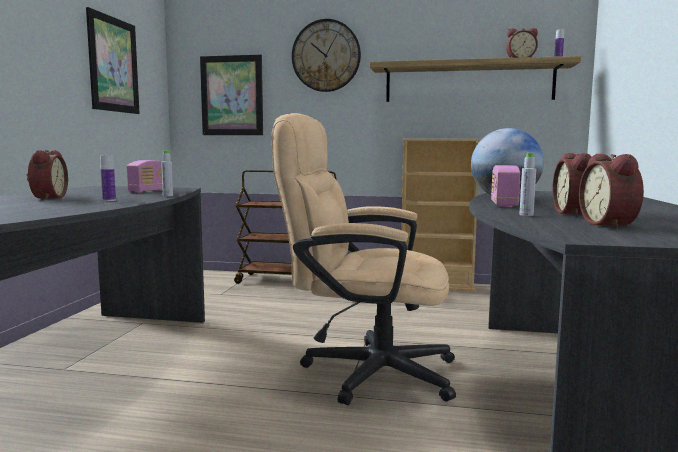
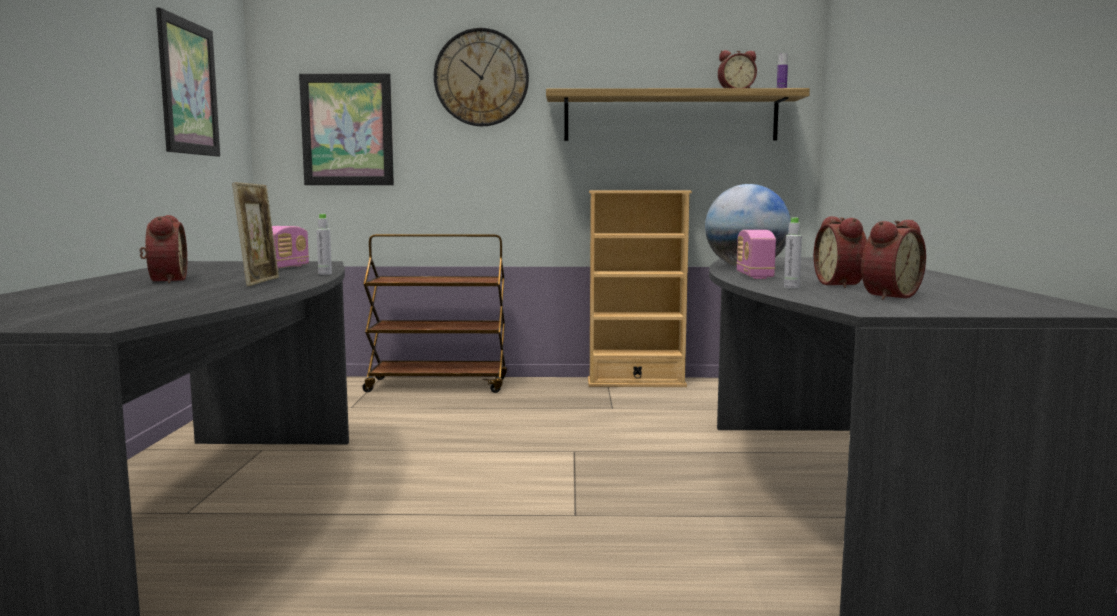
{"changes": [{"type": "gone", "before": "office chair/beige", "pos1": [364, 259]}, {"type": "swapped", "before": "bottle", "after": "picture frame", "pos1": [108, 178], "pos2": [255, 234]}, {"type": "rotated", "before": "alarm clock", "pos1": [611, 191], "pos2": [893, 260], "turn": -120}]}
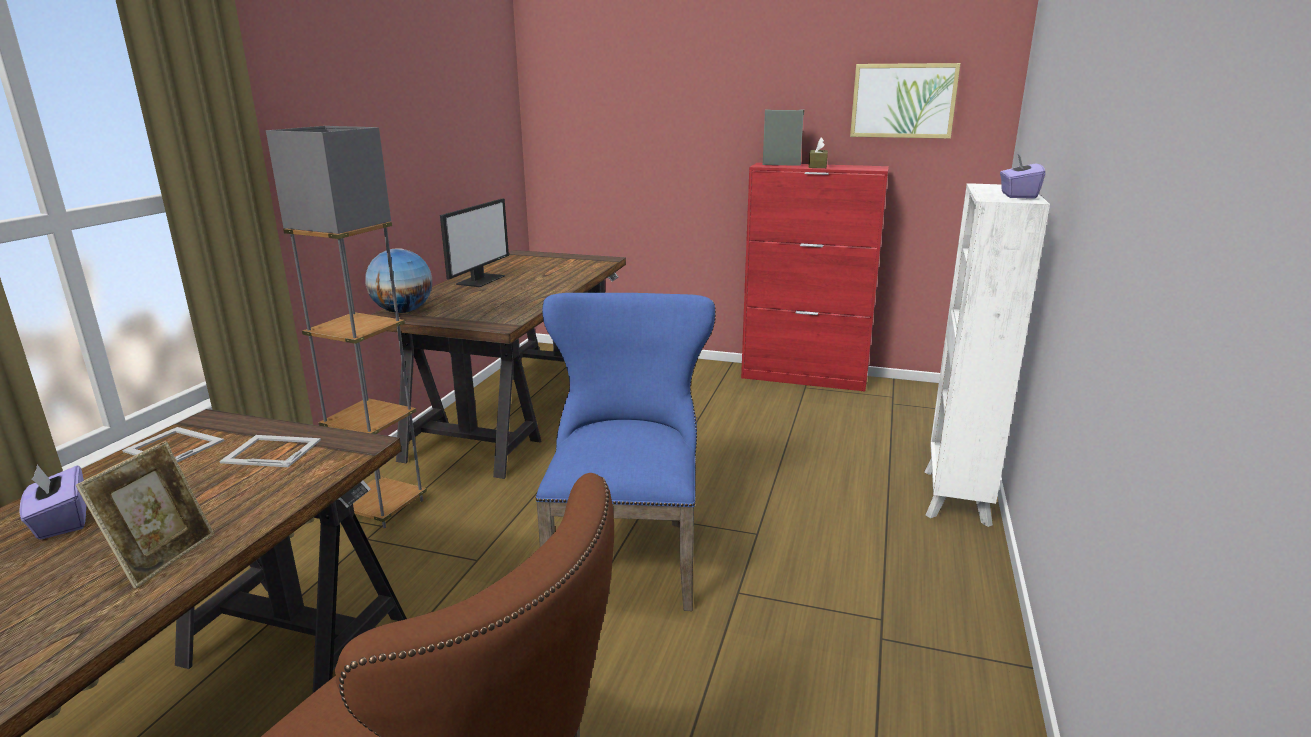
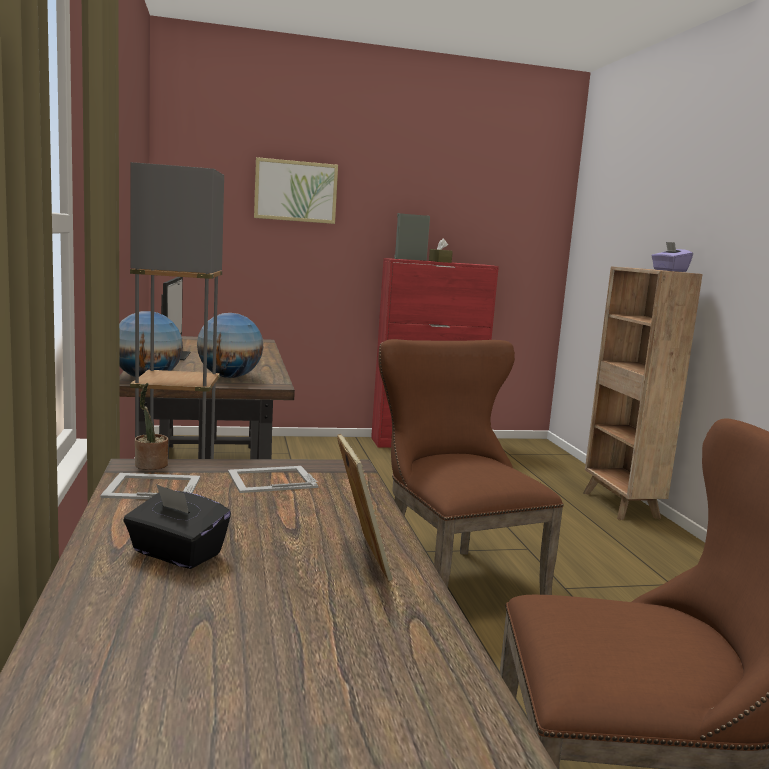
{"changes": [{"type": "new", "after": "potted plant", "pos2": [151, 426]}, {"type": "new", "after": "globe", "pos2": [230, 345]}, {"type": "shifted", "before": "picture", "pos1": [905, 101], "pos2": [296, 190]}, {"type": "repainted", "before": "tissue box/purple", "after": "tissue box/black", "pos1": [52, 502], "pos2": [177, 526]}, {"type": "repainted", "before": "chair/blue", "after": "chair/brown", "pos1": [626, 452], "pos2": [470, 467]}, {"type": "repainted", "before": "bookcase/white", "after": "bookcase/brown", "pos1": [987, 355], "pos2": [643, 393]}]}
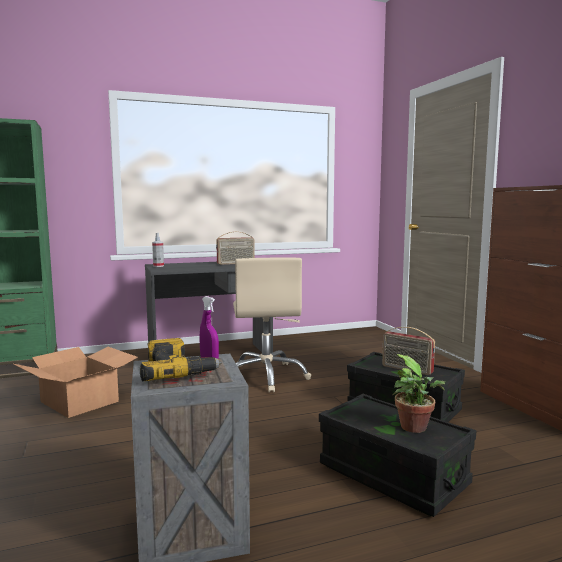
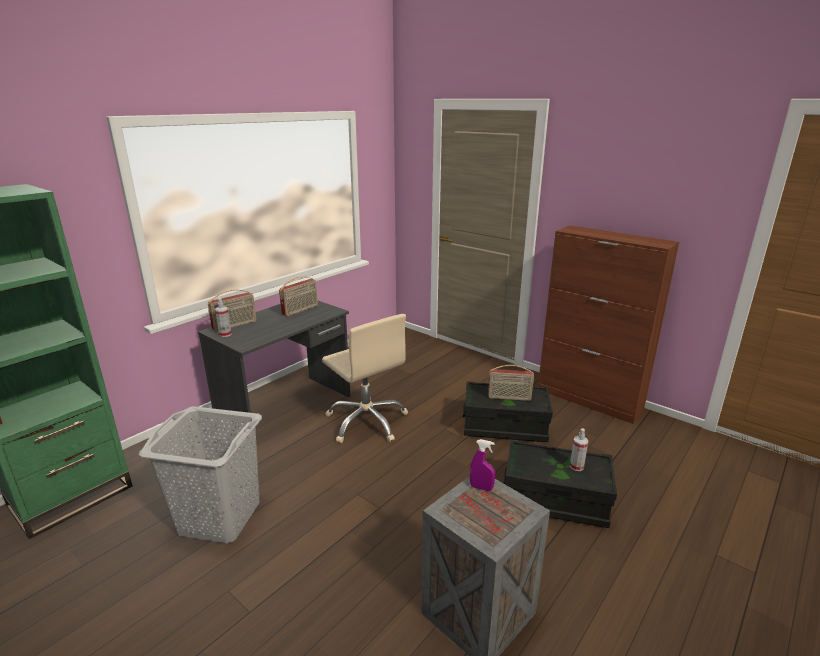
{"changes": [{"type": "gone", "before": "power drill", "pos1": [181, 359]}, {"type": "new", "after": "radio", "pos2": [232, 311]}, {"type": "swapped", "before": "cardboard box", "after": "laundry basket/grey", "pos1": [76, 382], "pos2": [200, 474]}, {"type": "swapped", "before": "potted plant", "after": "spray bottle", "pos1": [418, 393], "pos2": [579, 449]}]}
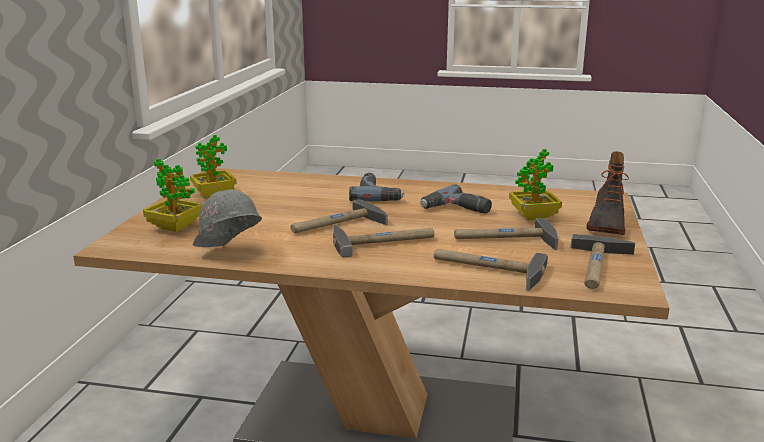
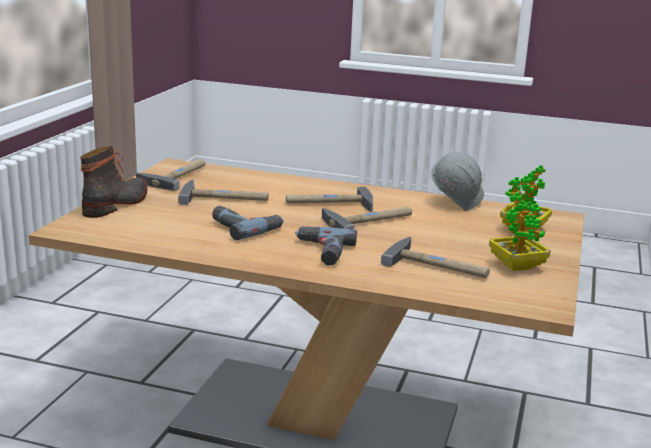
{"changes": [{"type": "gone", "before": "potted plant", "pos1": [535, 184]}, {"type": "shifted", "before": "hammer", "pos1": [491, 270], "pos2": [435, 257]}]}
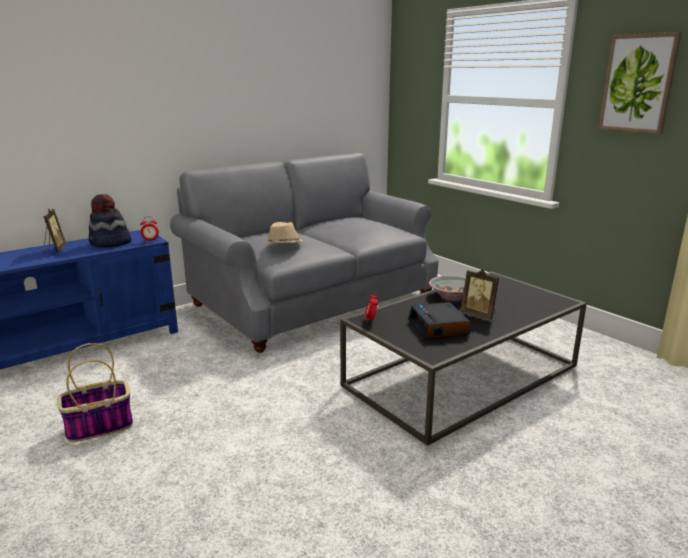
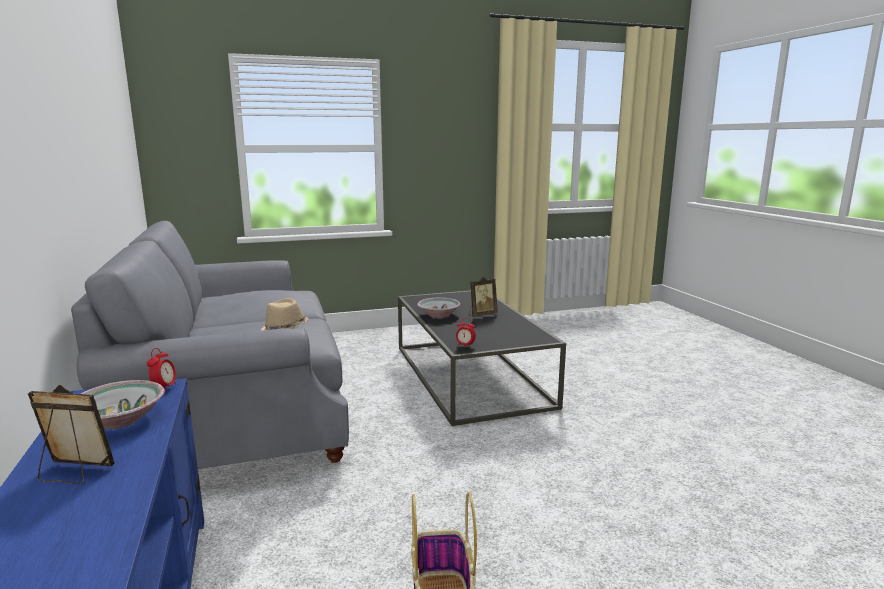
{"changes": [{"type": "gone", "before": "alarm clock", "pos1": [439, 321]}, {"type": "gone", "before": "picture", "pos1": [640, 83]}, {"type": "swapped", "before": "hat", "after": "bowl", "pos1": [110, 221], "pos2": [123, 404]}]}
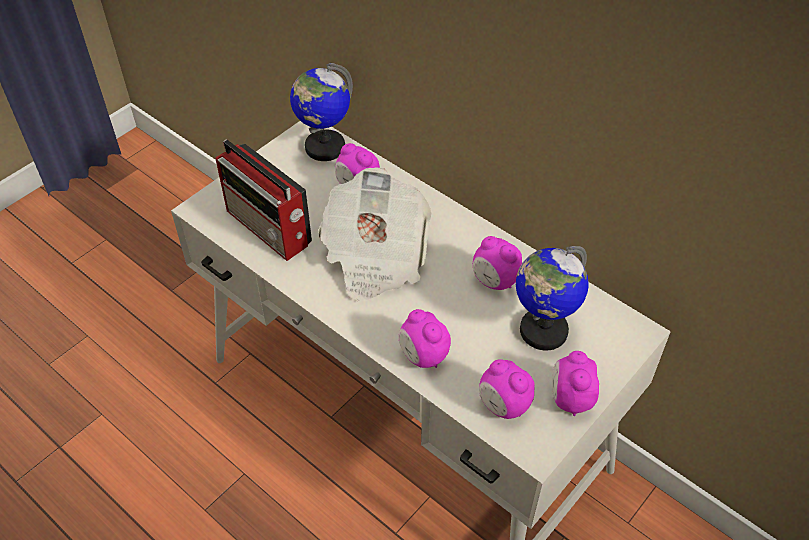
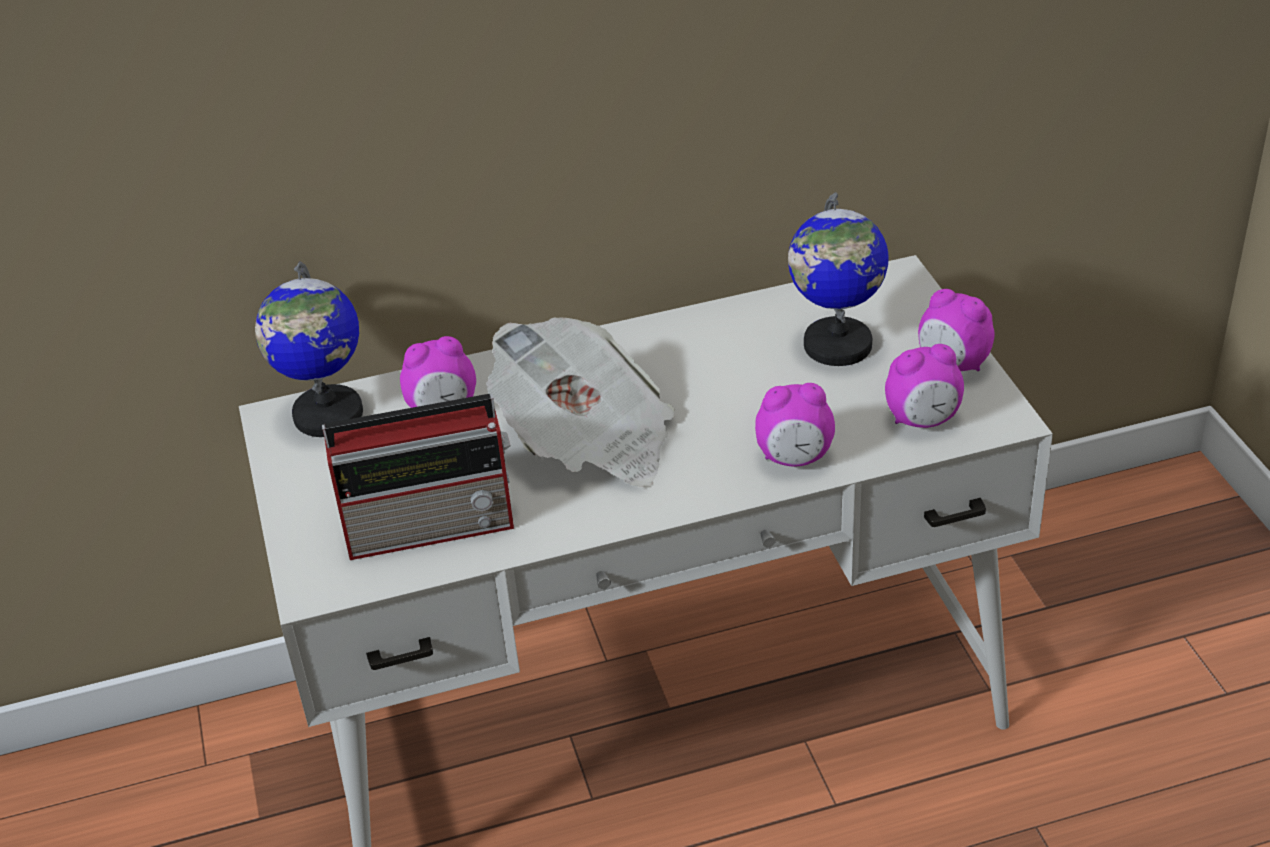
{"changes": [{"type": "gone", "before": "alarm clock", "pos1": [497, 263]}]}
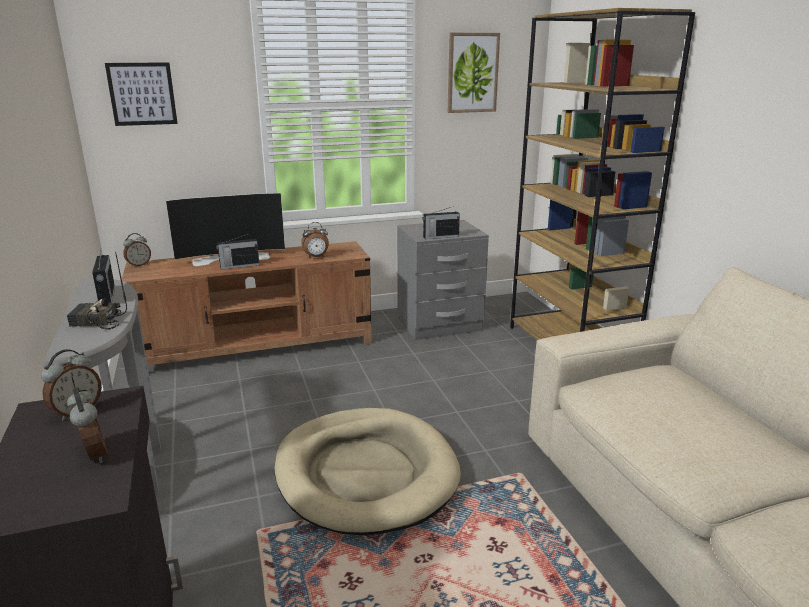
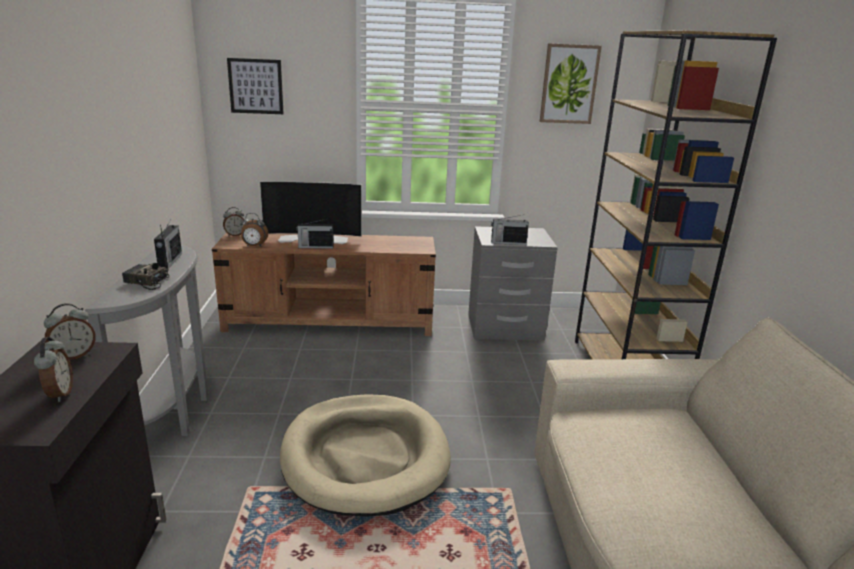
{"changes": [{"type": "shifted", "before": "alarm clock", "pos1": [315, 240], "pos2": [254, 230]}]}
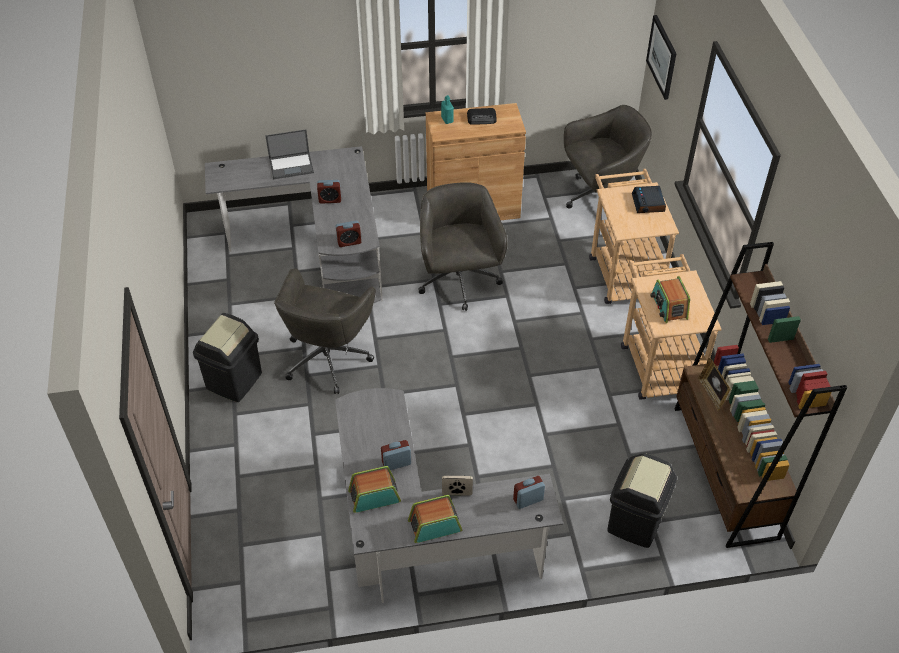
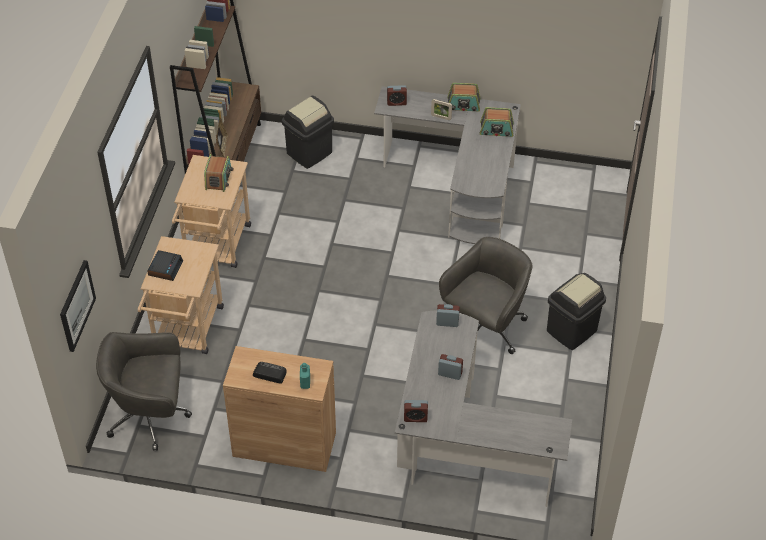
{"changes": [{"type": "gone", "before": "laptop", "pos1": [289, 154]}, {"type": "gone", "before": "office chair/grey", "pos1": [463, 246]}, {"type": "shifted", "before": "alarm clock", "pos1": [396, 455], "pos2": [416, 411]}]}
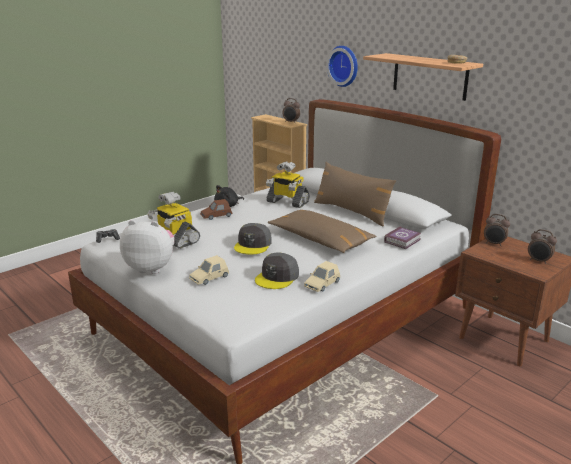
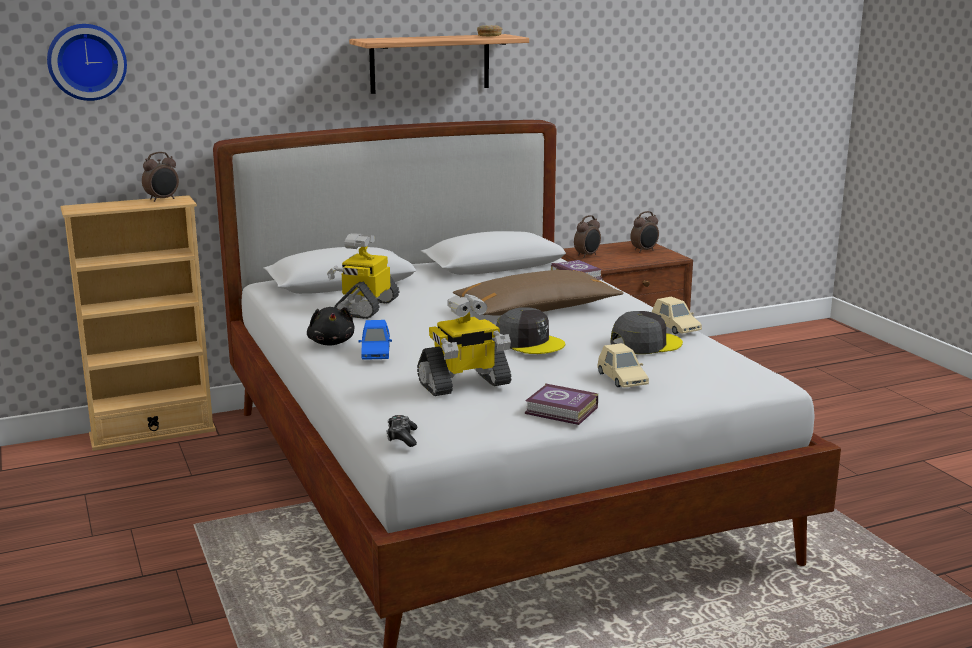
{"changes": [{"type": "gone", "before": "pillow/brown", "pos1": [355, 194]}, {"type": "shifted", "before": "wall clock", "pos1": [342, 66], "pos2": [87, 62]}, {"type": "swapped", "before": "plush toy", "after": "book", "pos1": [147, 247], "pos2": [561, 404]}, {"type": "repainted", "before": "toy car/brown", "after": "toy car/blue", "pos1": [216, 209], "pos2": [375, 340]}, {"type": "rotated", "before": "cap/grey", "pos1": [277, 270], "pos2": [646, 332], "turn": -75}, {"type": "rotated", "before": "toy robot", "pos1": [287, 185], "pos2": [363, 276], "turn": 150}]}
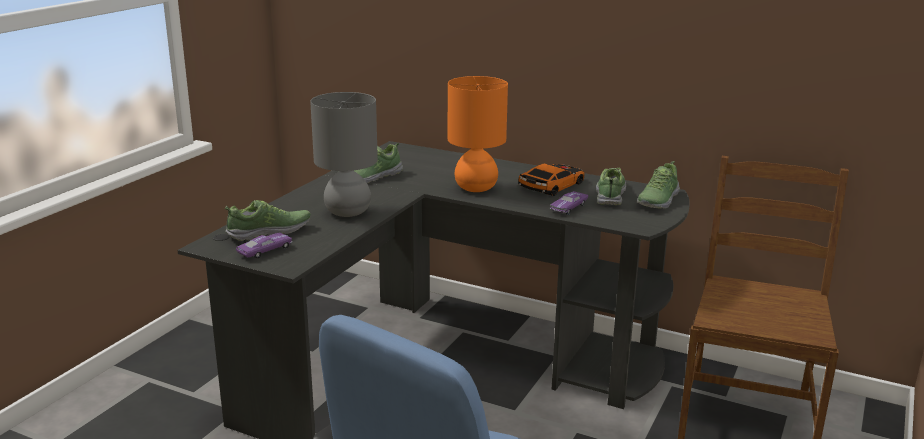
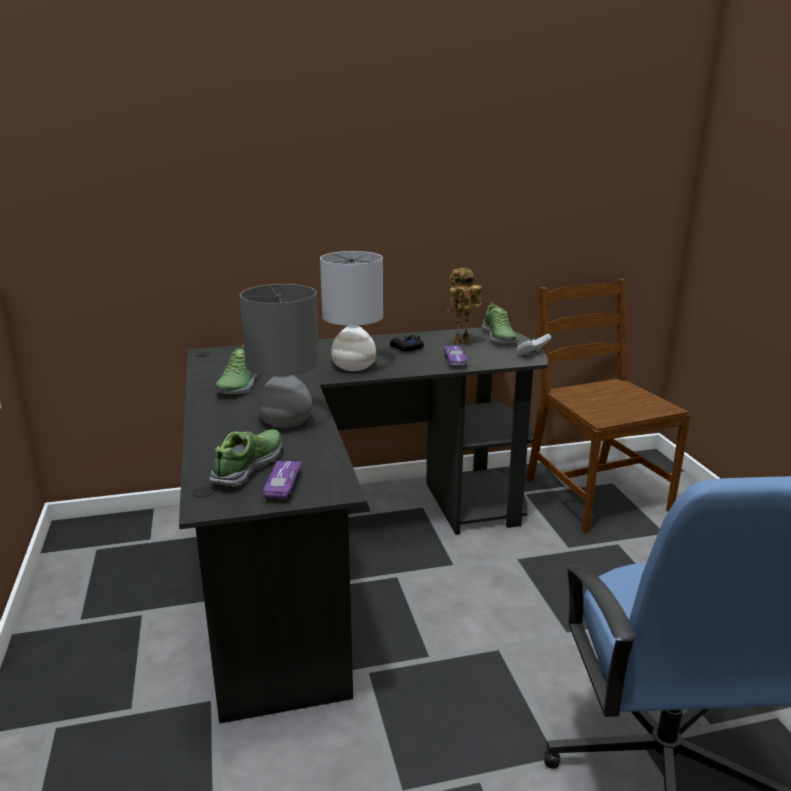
{"changes": [{"type": "new", "after": "game controller/white", "pos2": [534, 345]}, {"type": "swapped", "before": "toy car", "after": "game controller/black", "pos1": [551, 180], "pos2": [407, 343]}, {"type": "swapped", "before": "shoe", "after": "toy robot", "pos1": [611, 186], "pos2": [464, 306]}, {"type": "repainted", "before": "table lamp/orange", "after": "table lamp/grey", "pos1": [478, 134], "pos2": [351, 311]}]}
